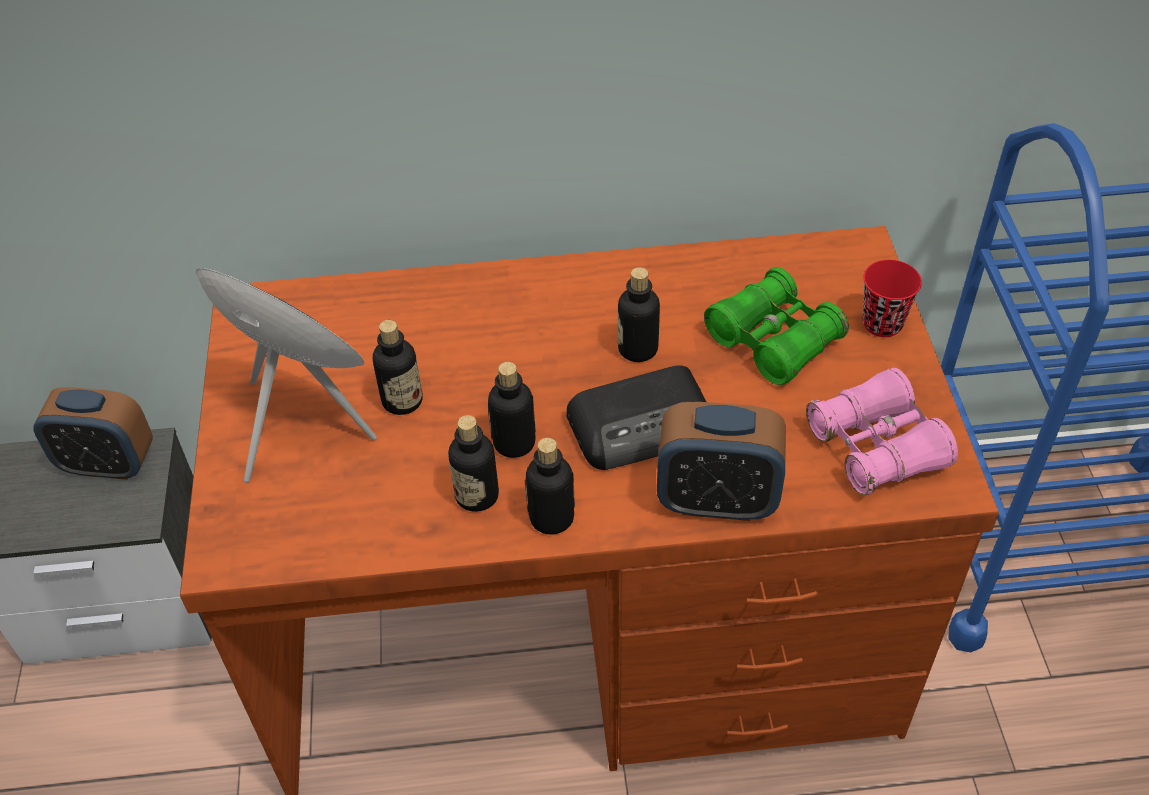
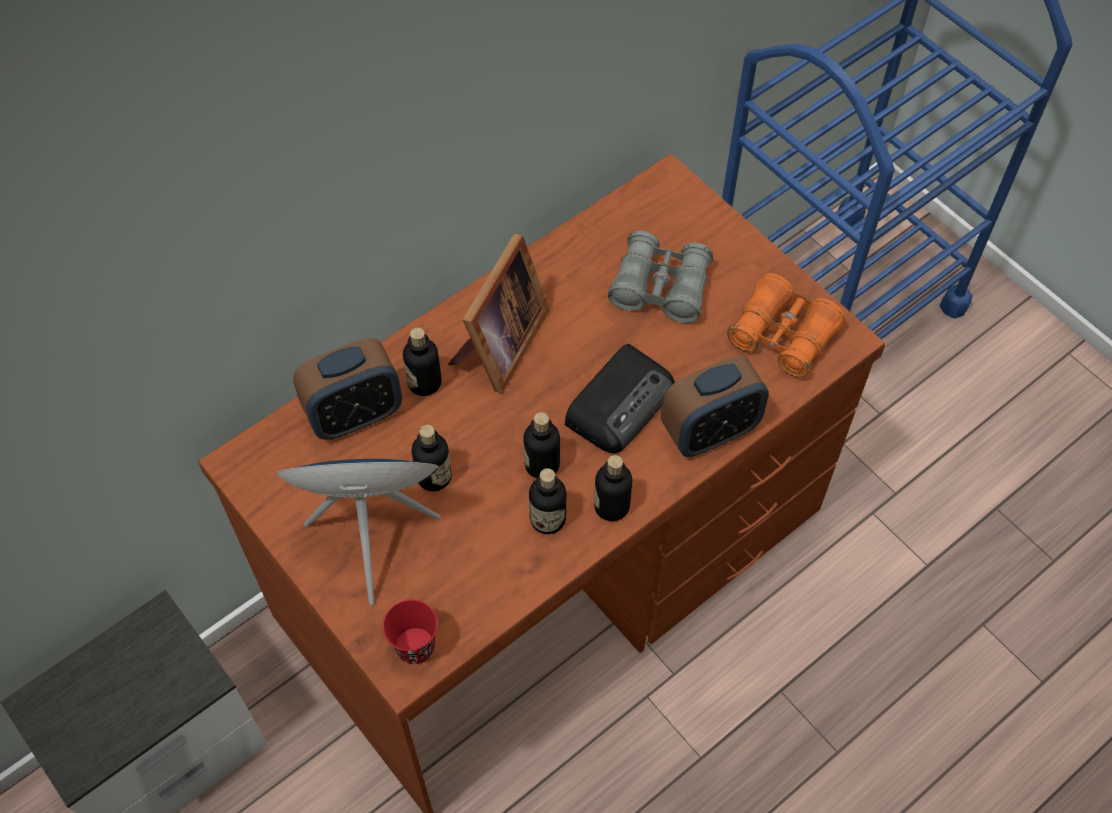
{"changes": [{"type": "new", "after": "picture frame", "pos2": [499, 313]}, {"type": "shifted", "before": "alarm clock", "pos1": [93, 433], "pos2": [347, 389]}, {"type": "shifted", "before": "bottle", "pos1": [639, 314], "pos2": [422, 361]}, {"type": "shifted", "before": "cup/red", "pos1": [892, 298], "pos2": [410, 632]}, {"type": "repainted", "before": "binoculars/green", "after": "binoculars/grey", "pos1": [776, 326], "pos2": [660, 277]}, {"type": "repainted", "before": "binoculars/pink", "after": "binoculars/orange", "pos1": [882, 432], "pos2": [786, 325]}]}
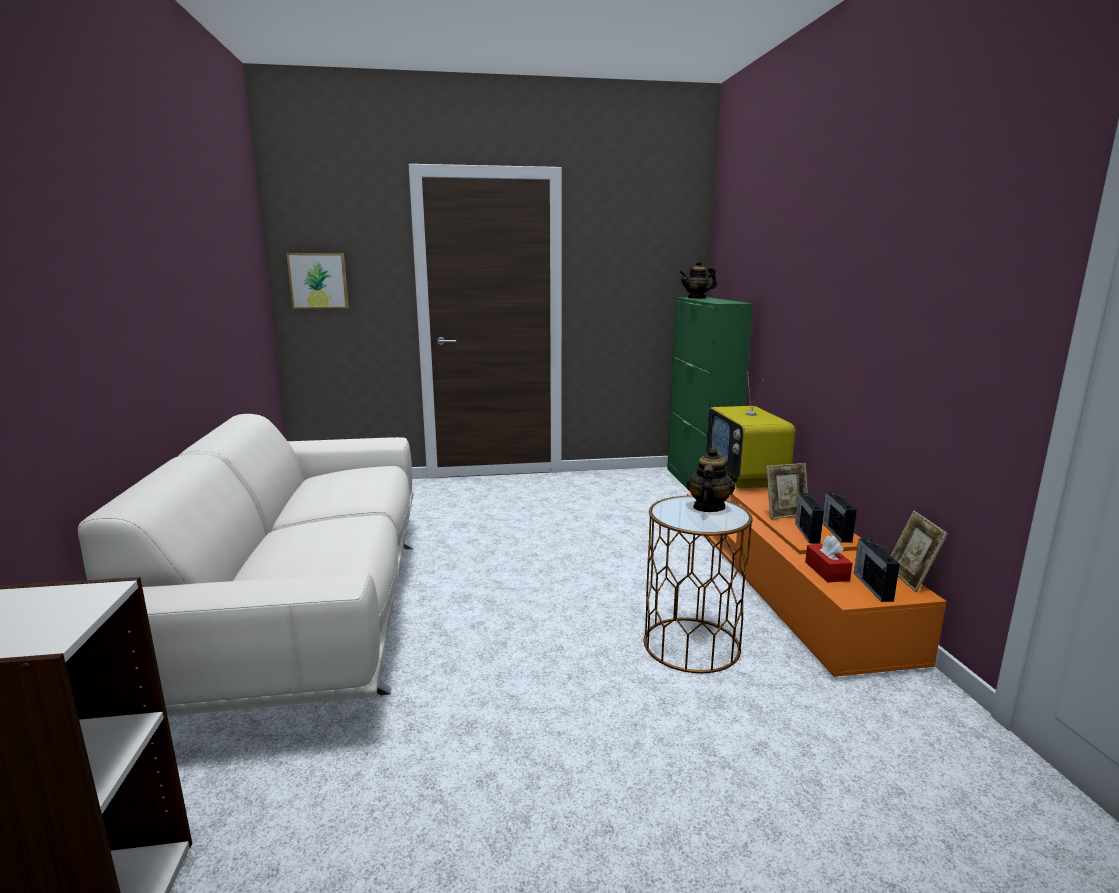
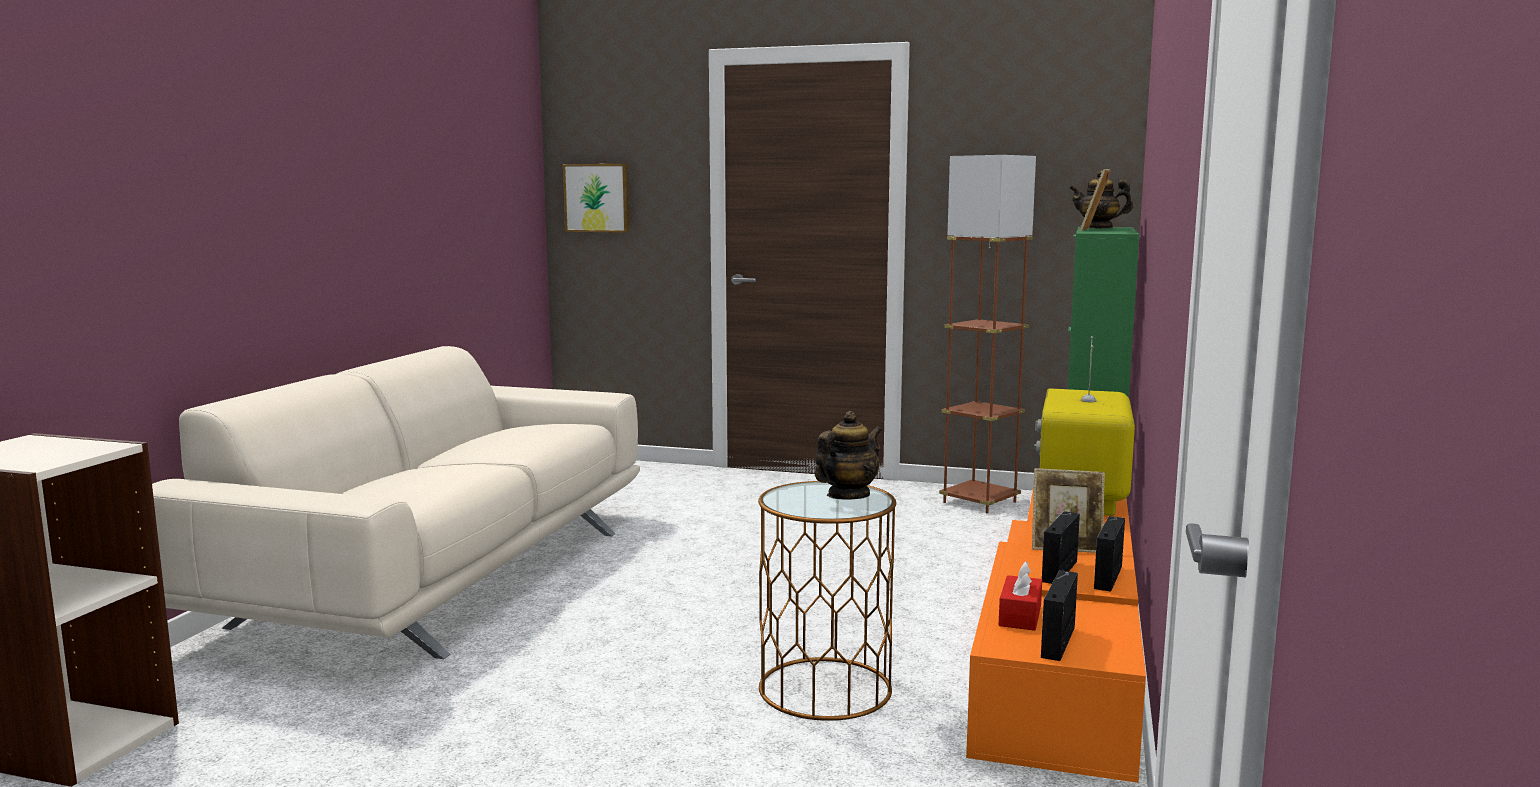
{"changes": [{"type": "new", "after": "floor lamp/brown", "pos2": [987, 334]}, {"type": "shifted", "before": "picture frame", "pos1": [919, 551], "pos2": [1095, 200]}]}
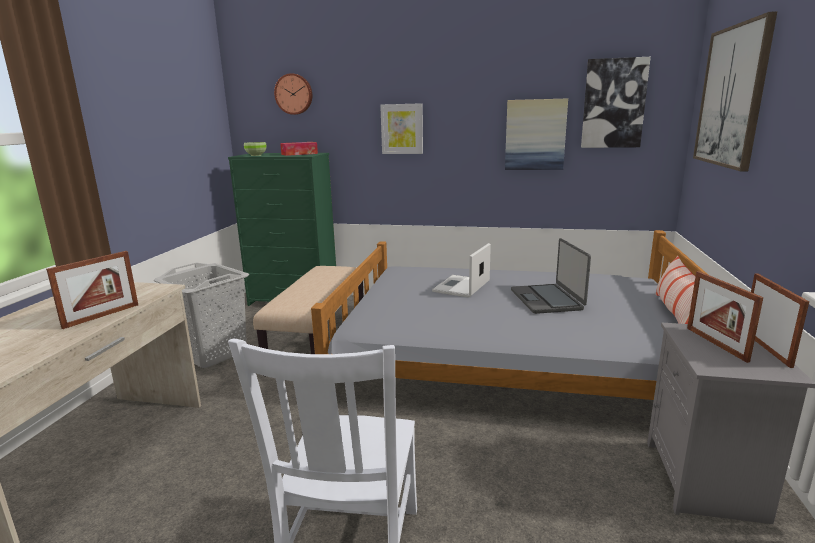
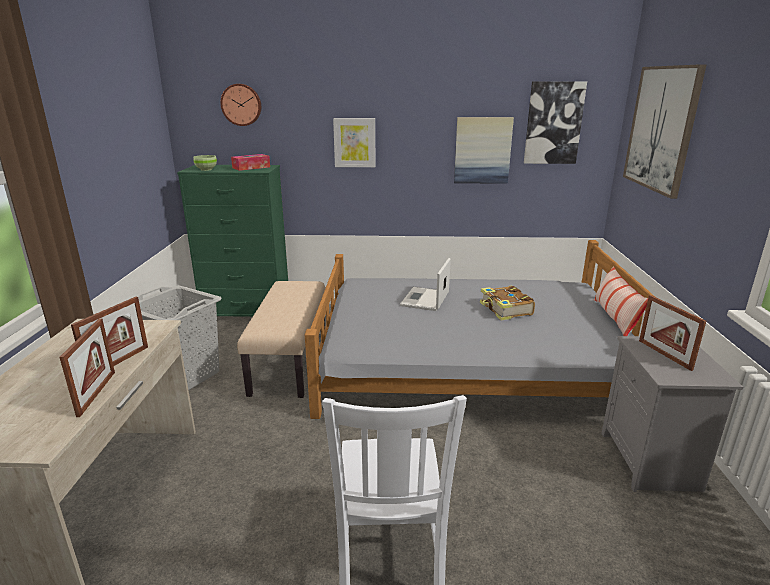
{"changes": [{"type": "shifted", "before": "picture frame", "pos1": [780, 320], "pos2": [87, 367]}, {"type": "swapped", "before": "laptop", "after": "book", "pos1": [551, 276], "pos2": [507, 303]}]}
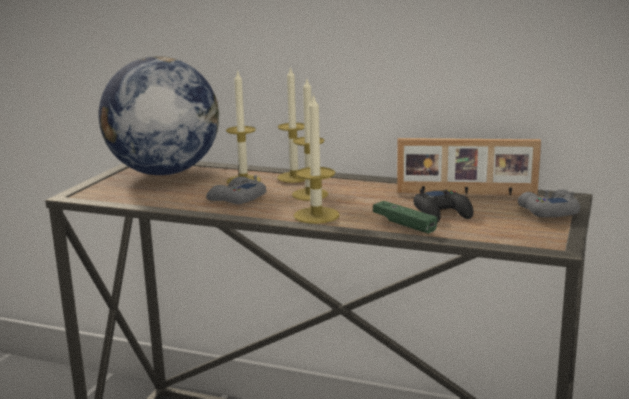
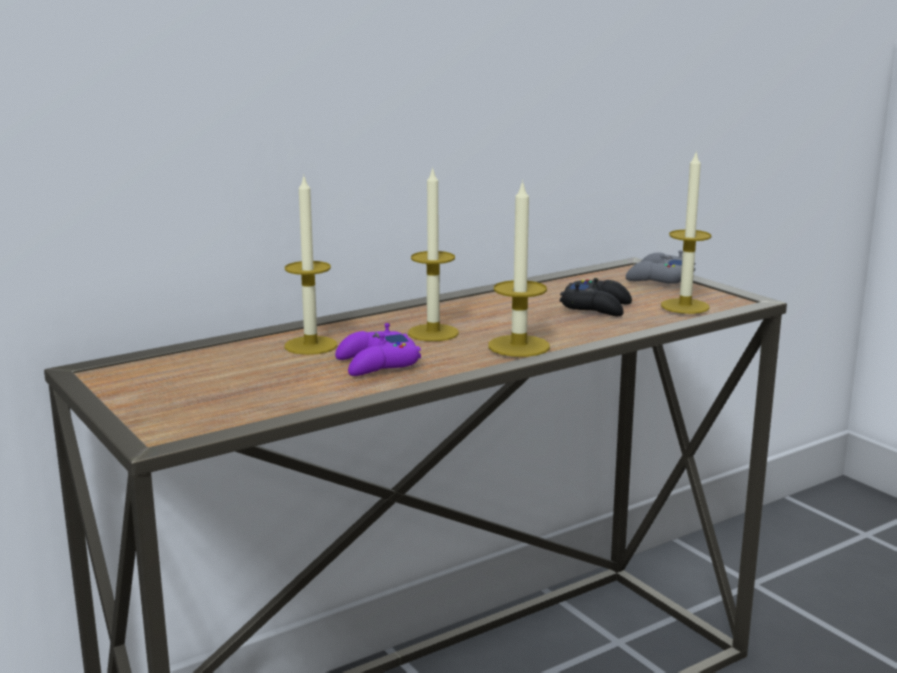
{"changes": [{"type": "gone", "before": "globe", "pos1": [159, 115]}, {"type": "gone", "before": "game controller/green", "pos1": [405, 217]}, {"type": "gone", "before": "picture frame", "pos1": [469, 167]}, {"type": "shifted", "before": "candle", "pos1": [291, 124], "pos2": [686, 232]}, {"type": "repainted", "before": "game controller/grey", "after": "game controller/purple", "pos1": [236, 189], "pos2": [378, 349]}]}
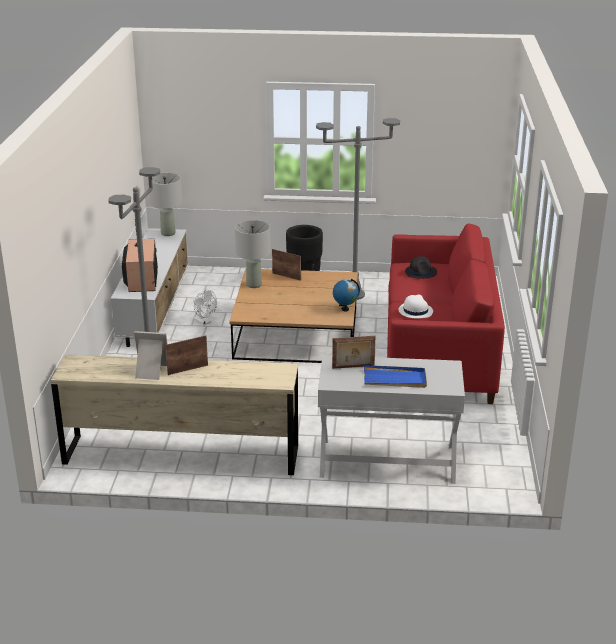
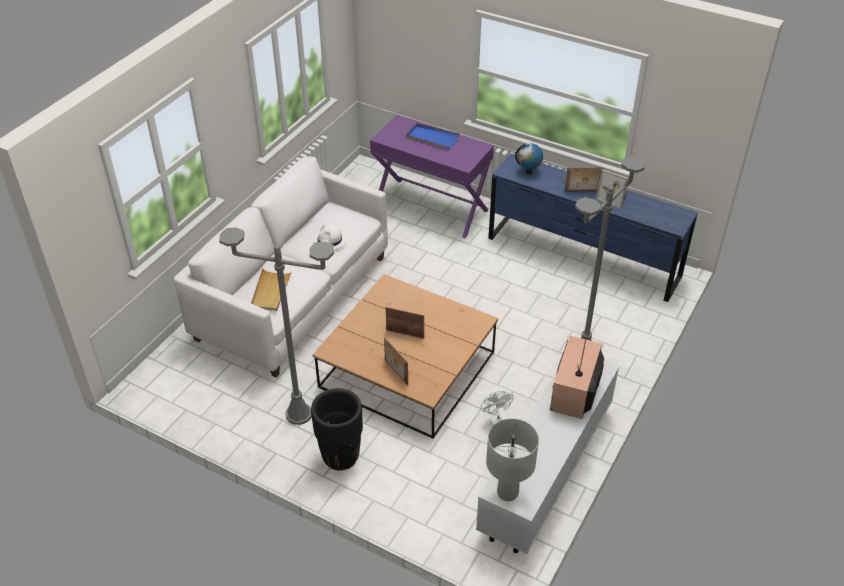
{"changes": [{"type": "gone", "before": "table lamp/grey", "pos1": [253, 254]}, {"type": "shifted", "before": "picture frame", "pos1": [353, 352], "pos2": [405, 323]}, {"type": "shifted", "before": "globe", "pos1": [346, 295], "pos2": [529, 158]}, {"type": "swapped", "before": "hat/black", "after": "tray/beige", "pos1": [421, 267], "pos2": [271, 289]}, {"type": "repainted", "before": "dresser/beige", "after": "dresser/blue", "pos1": [174, 414], "pos2": [593, 227]}, {"type": "repainted", "before": "console table/white", "after": "console table/purple", "pos1": [391, 419], "pos2": [432, 176]}, {"type": "repainted", "before": "sofa/red", "after": "sofa/white", "pos1": [446, 313], "pos2": [281, 266]}]}
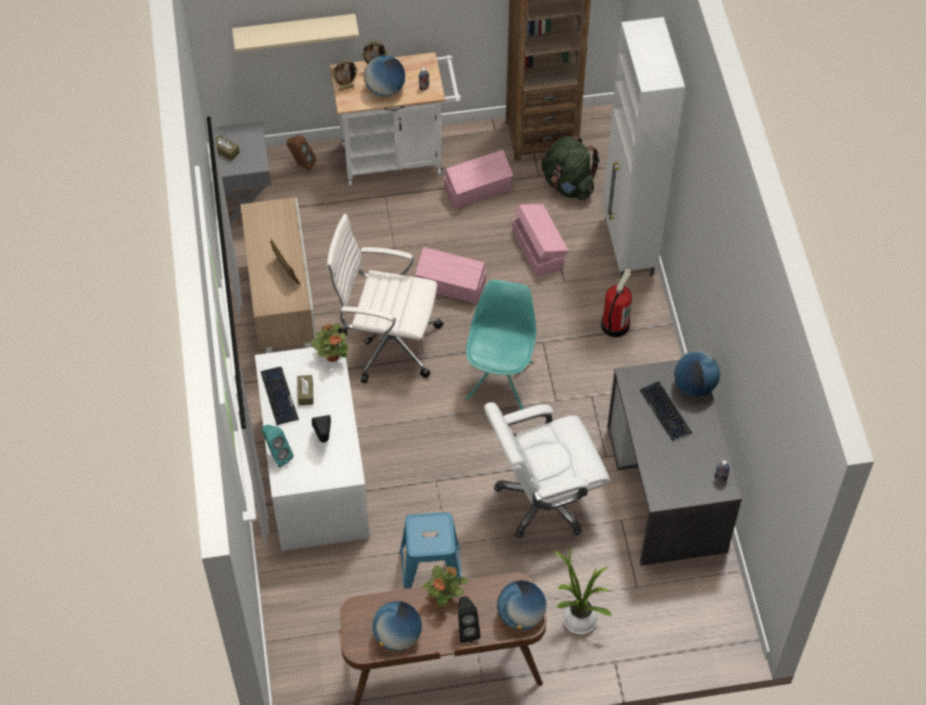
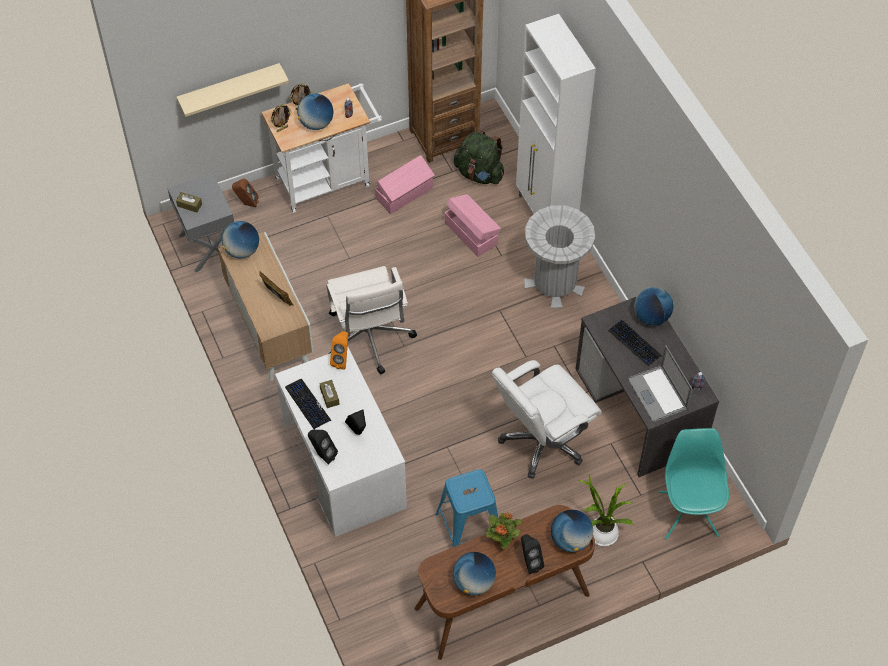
{"changes": [{"type": "gone", "before": "storage box/pink", "pos1": [450, 275]}, {"type": "new", "after": "globe", "pos2": [240, 240]}, {"type": "new", "after": "laptop", "pos2": [660, 384]}, {"type": "shifted", "before": "chair/turquoise", "pos1": [501, 345], "pos2": [693, 483]}, {"type": "swapped", "before": "potted plant", "after": "speaker/orange", "pos1": [330, 342], "pos2": [339, 350]}, {"type": "swapped", "before": "fire extinguisher", "after": "trash can/grey", "pos1": [616, 302], "pos2": [559, 256]}, {"type": "repainted", "before": "speaker/turquoise", "after": "speaker/black", "pos1": [278, 446], "pos2": [323, 447]}, {"type": "rotated", "before": "office chair/white", "pos1": [385, 298], "pos2": [371, 320], "turn": -105}]}
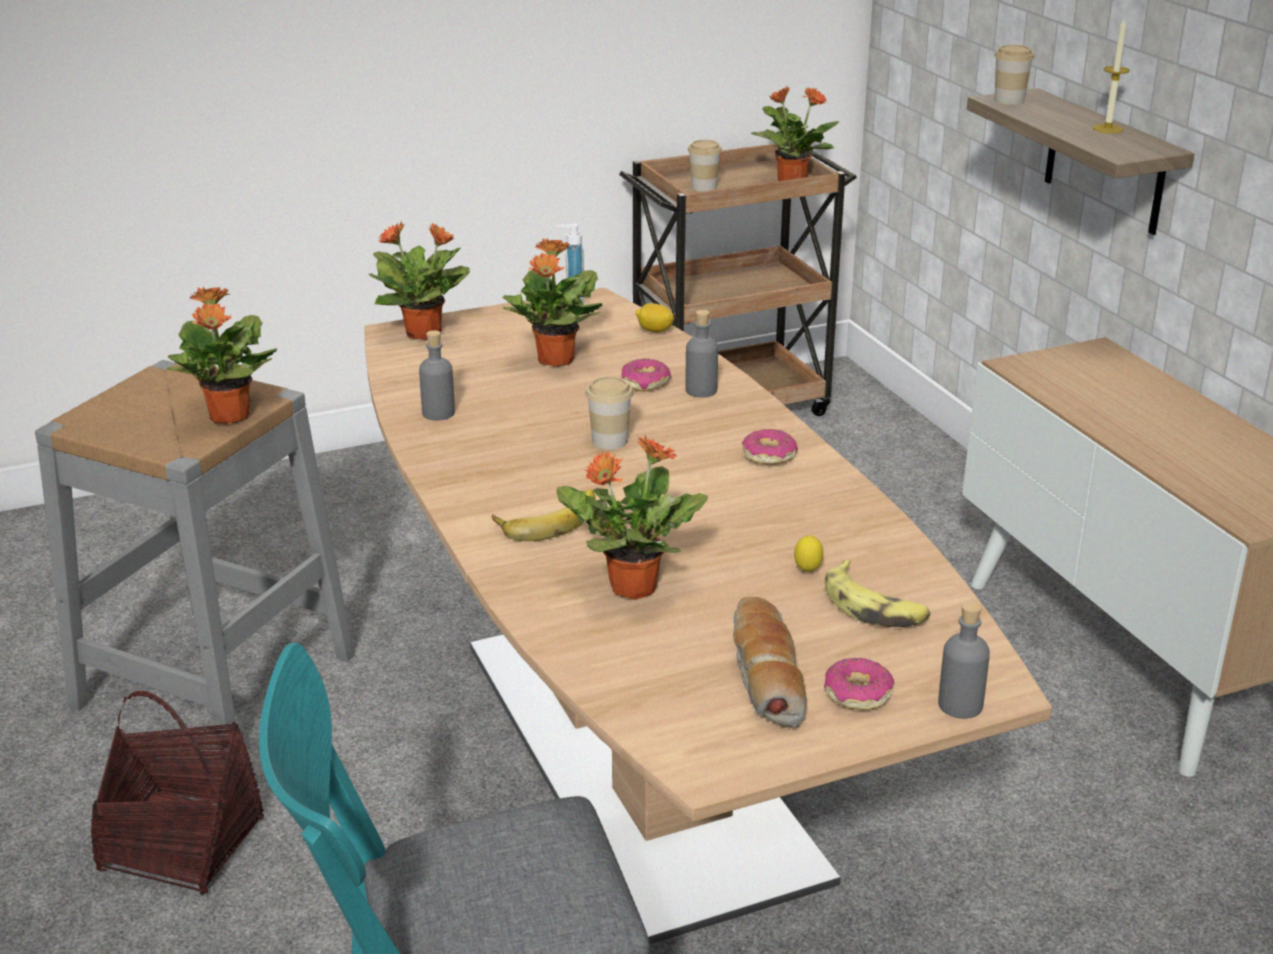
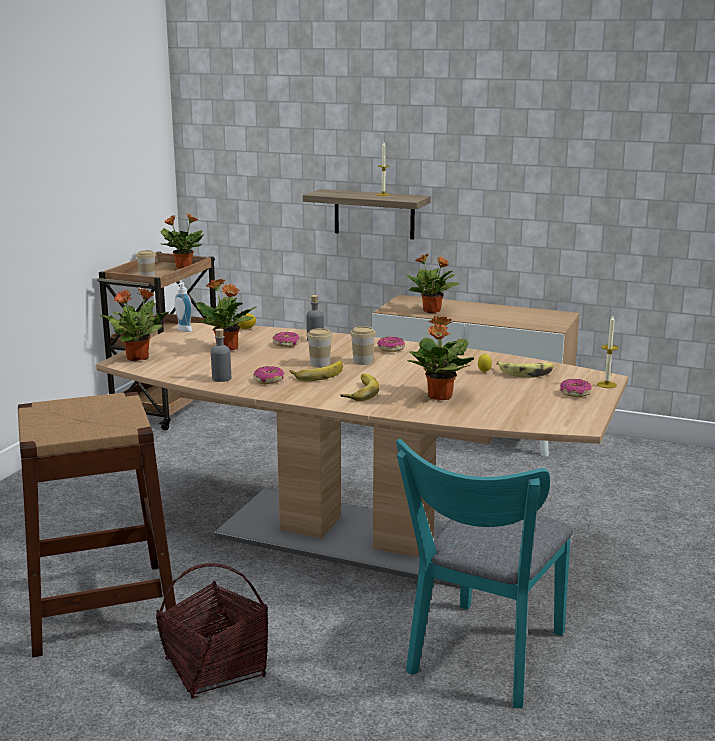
{"changes": [{"type": "gone", "before": "bread", "pos1": [770, 662]}, {"type": "new", "after": "donut", "pos2": [269, 375]}, {"type": "new", "after": "banana", "pos2": [316, 371]}, {"type": "shifted", "before": "potted plant", "pos1": [221, 355], "pos2": [432, 283]}, {"type": "shifted", "before": "cup", "pos1": [1014, 75], "pos2": [363, 345]}, {"type": "swapped", "before": "bottle/grey", "after": "candle", "pos1": [964, 660], "pos2": [608, 352]}, {"type": "repainted", "before": "stool/grey", "after": "stool/brown", "pos1": [195, 559], "pos2": [97, 524]}]}
